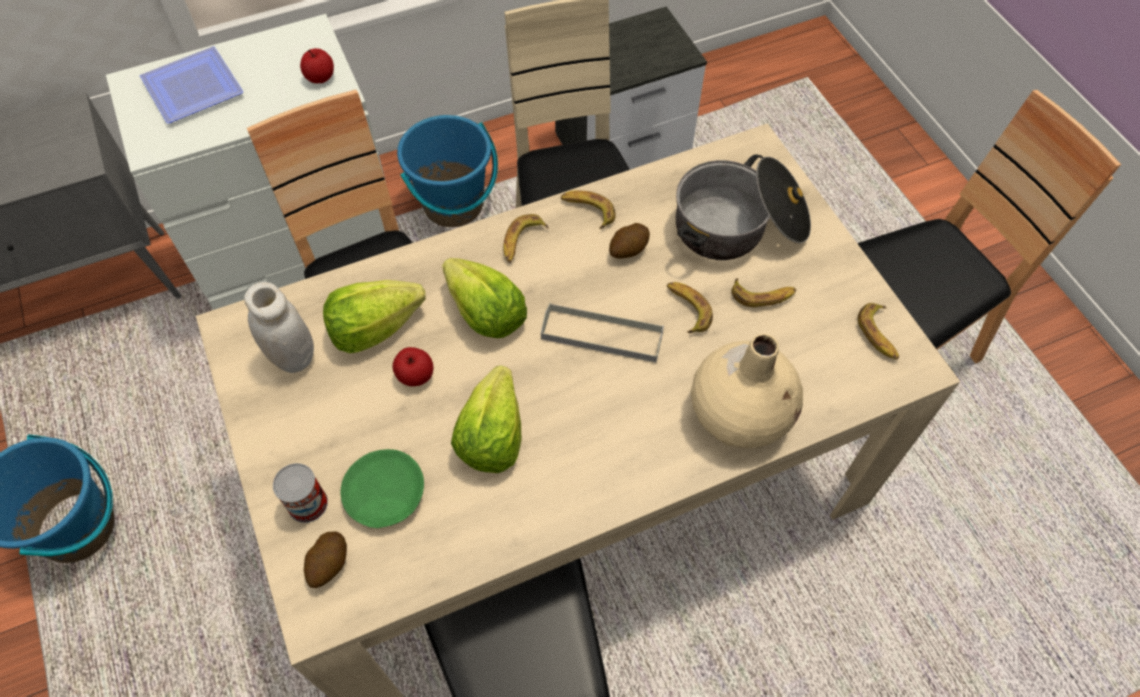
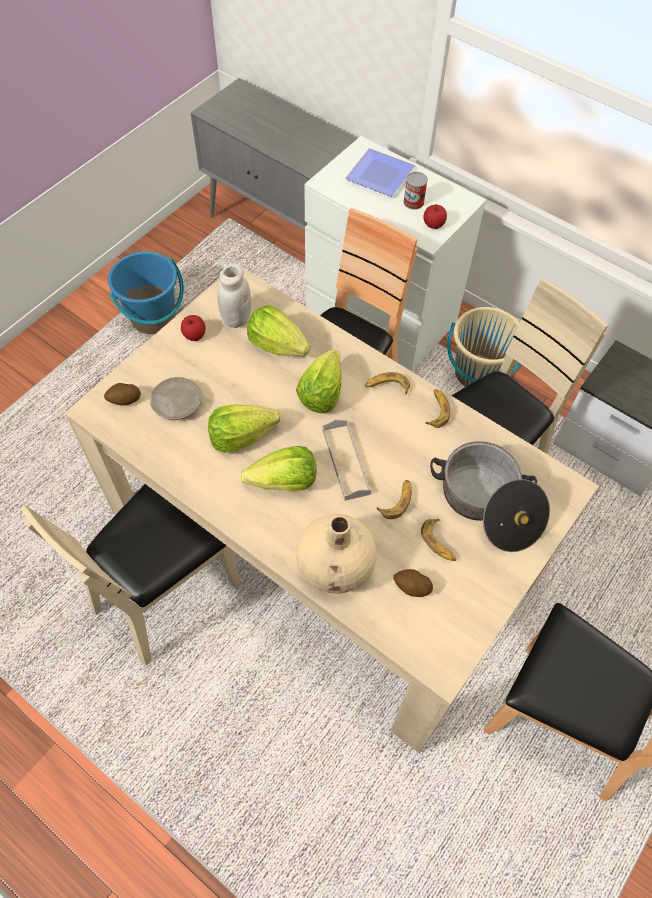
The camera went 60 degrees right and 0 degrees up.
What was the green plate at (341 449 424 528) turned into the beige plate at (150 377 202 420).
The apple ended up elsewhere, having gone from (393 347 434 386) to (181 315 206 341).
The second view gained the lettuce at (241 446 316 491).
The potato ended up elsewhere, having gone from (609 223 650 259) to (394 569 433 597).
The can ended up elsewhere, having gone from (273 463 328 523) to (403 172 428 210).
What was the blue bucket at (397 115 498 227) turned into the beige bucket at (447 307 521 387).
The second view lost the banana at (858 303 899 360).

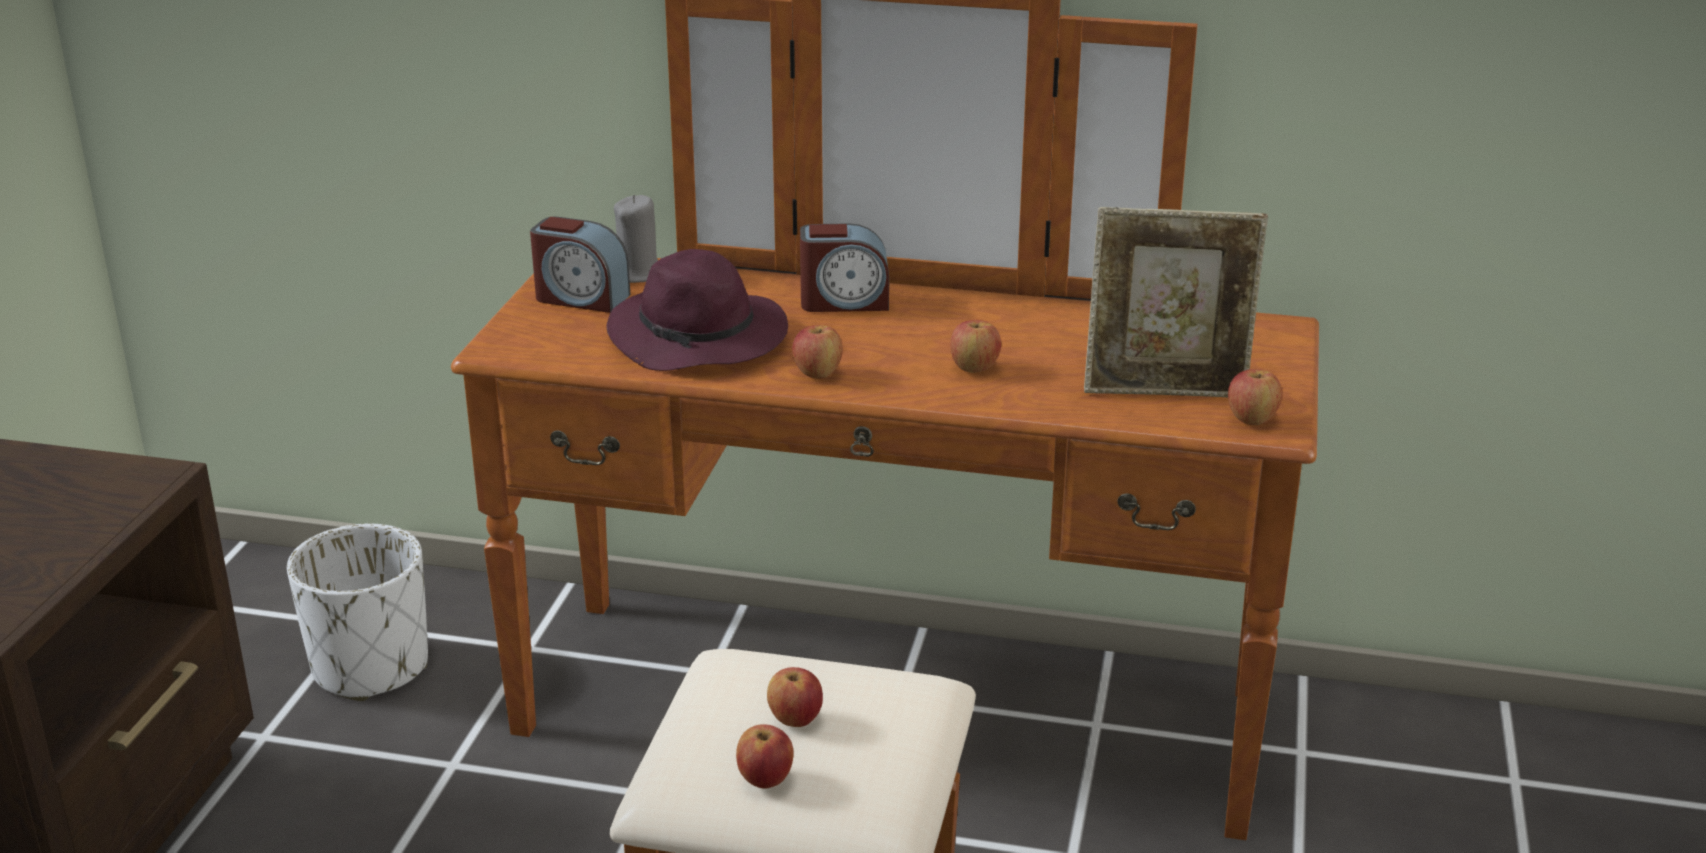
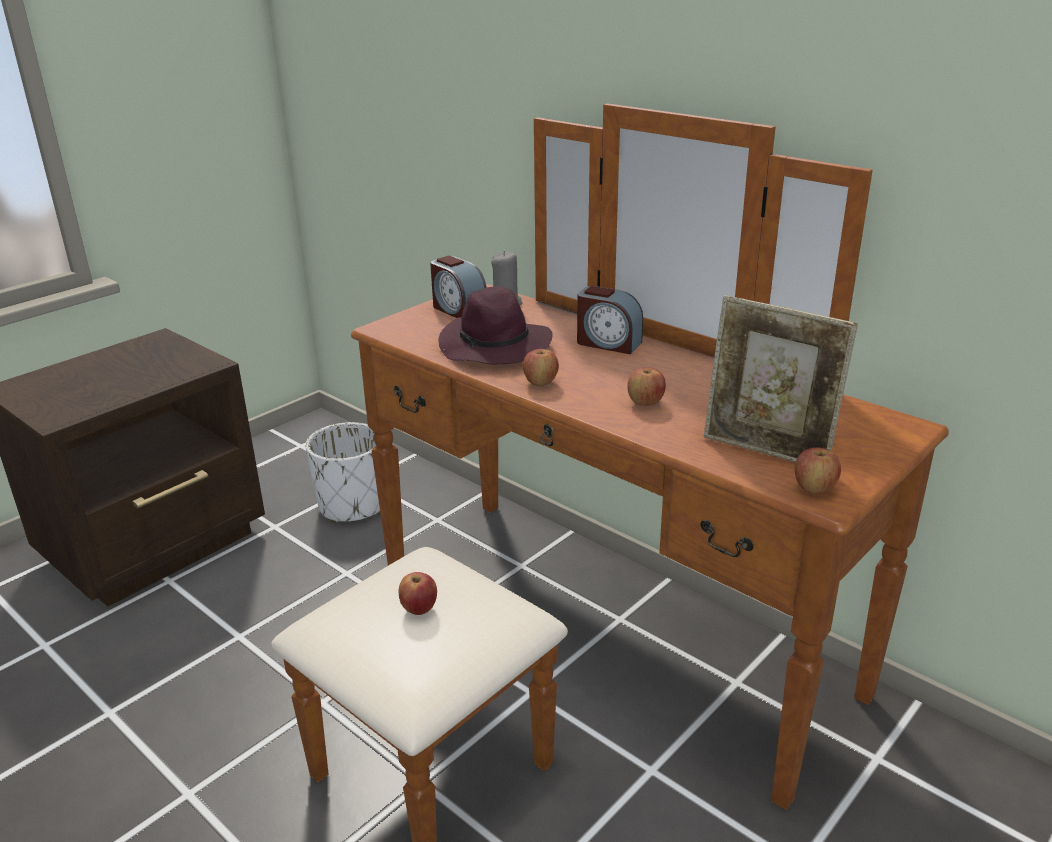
The camera went 30 degrees right and 0 degrees up.
The second view lost the apple at (736 724 793 789).

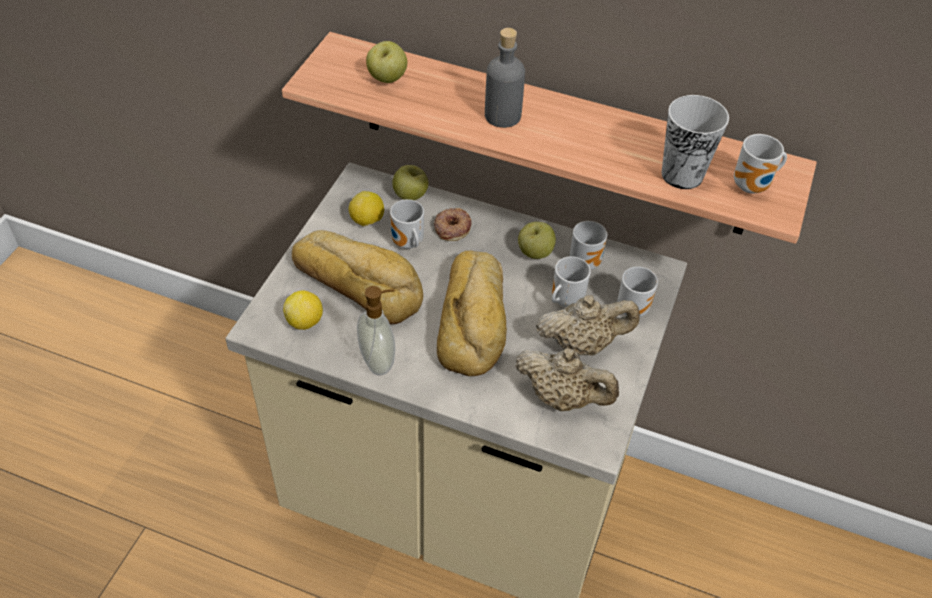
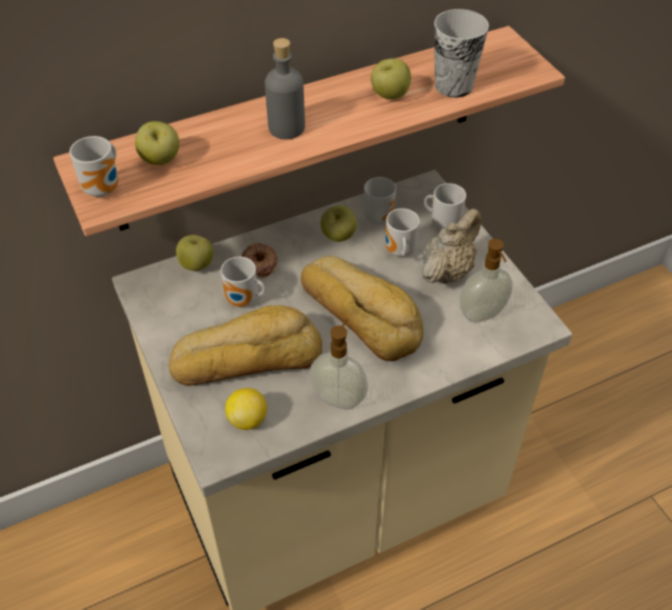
The camera went 45 degrees left and 0 degrees up.
The mug ended up elsewhere, having gone from (734 134 787 194) to (70 136 118 197).
The second view gained the apple at (371 58 411 99).
Where the beige teapot stood at (515 348 619 411), the soap dispenser came to stand at (460 239 513 322).
The second view lost the lemon at (349 191 384 226).

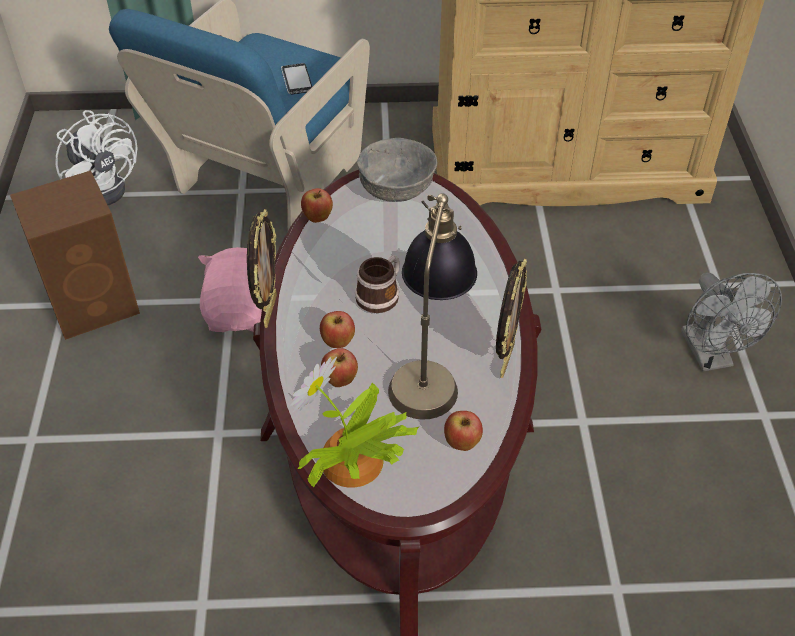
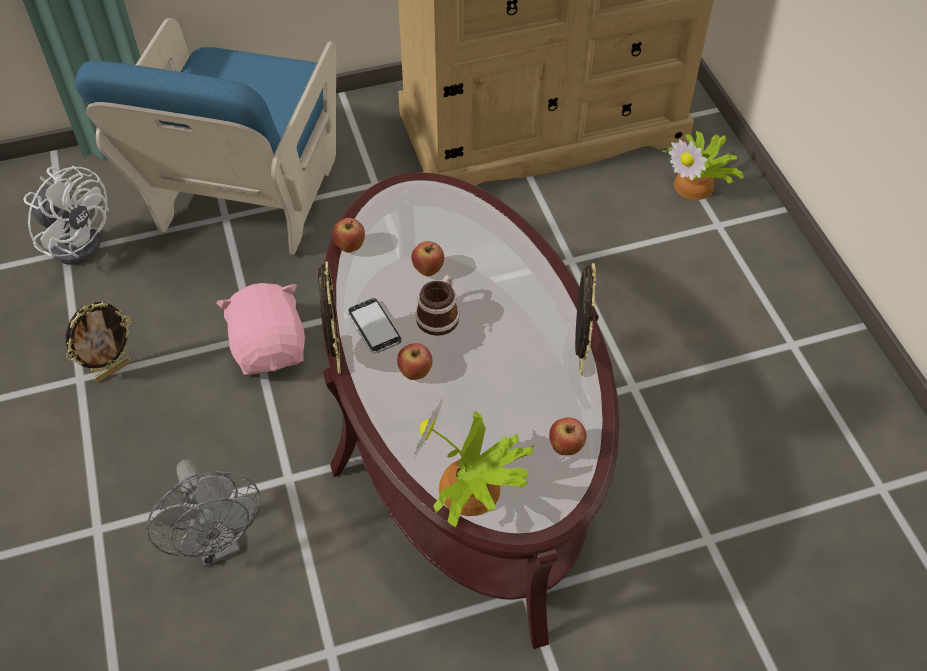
The camera went 15 degrees left and 5 degrees up.
Where the brown speaker stood at (10 171 140 340), the picture frame came to stand at (66 302 131 383).
The grey fan ended up elsewhere, having gone from (681 272 782 371) to (147 460 261 567).
The phone ended up elsewhere, having gone from (281 63 312 94) to (347 298 401 354).
The apple ended up elsewhere, having gone from (321 348 358 387) to (411 241 444 276).
The second view gained the potted plant at (662 131 744 200).
The second view lost the grey bowl at (357 138 437 202).
The second view lost the table lamp at (388 193 477 420).

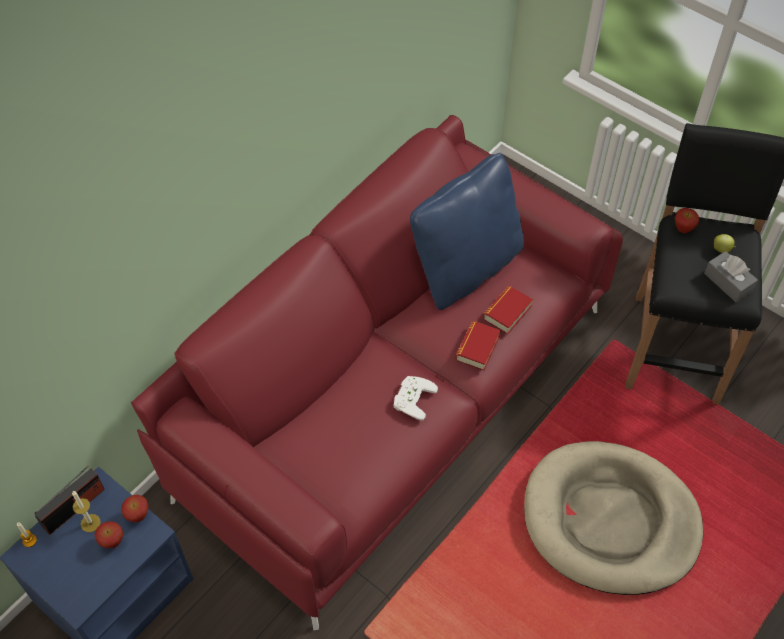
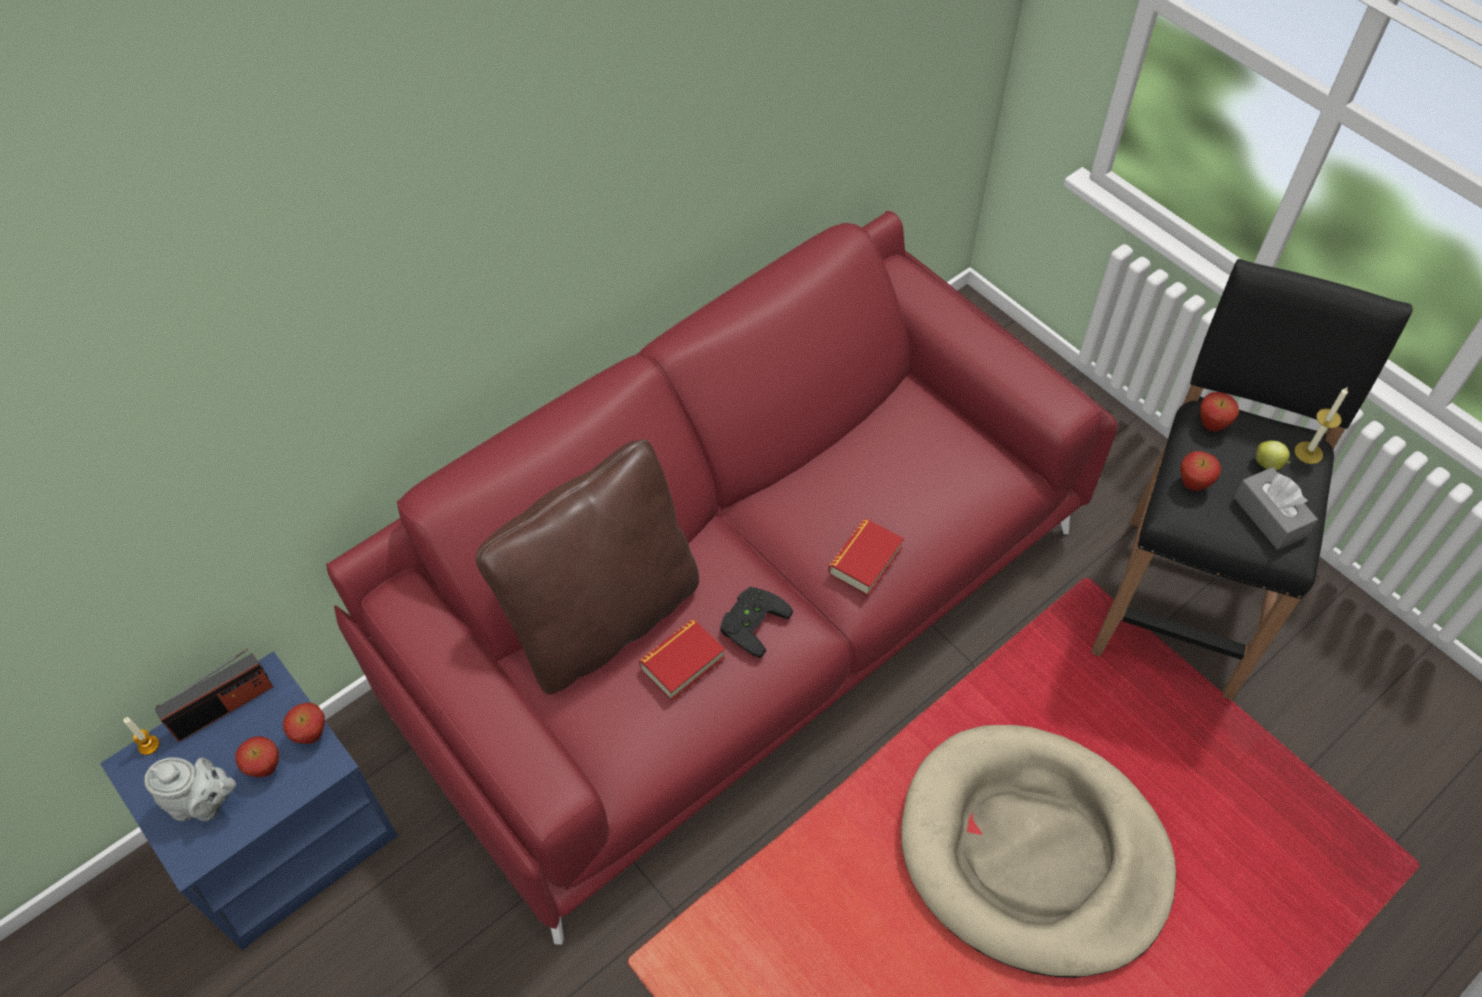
The camera went 10 degrees right and 0 degrees up.
The second view gained the grey teapot at (145 757 236 821).
The second view gained the brown pillow at (476 439 699 694).
The book ended up elsewhere, having gone from (483 286 533 334) to (639 619 725 701).
What was the white game controller at (394 376 438 421) turned into the black game controller at (720 587 793 658).
The second view gained the apple at (1180 451 1221 491).
The candle ended up elsewhere, having gone from (72 491 101 532) to (1295 387 1348 464).
The second view lost the blue pillow at (410 153 524 310).

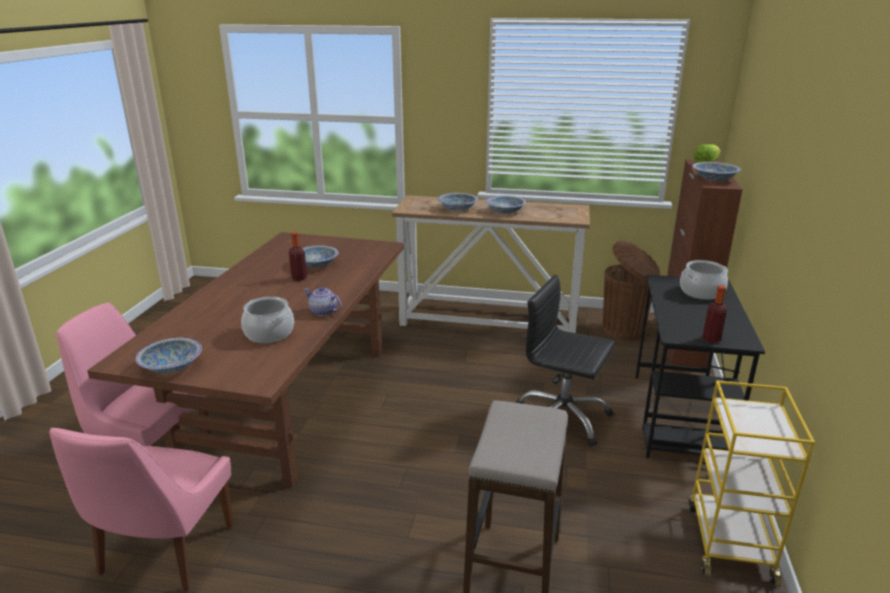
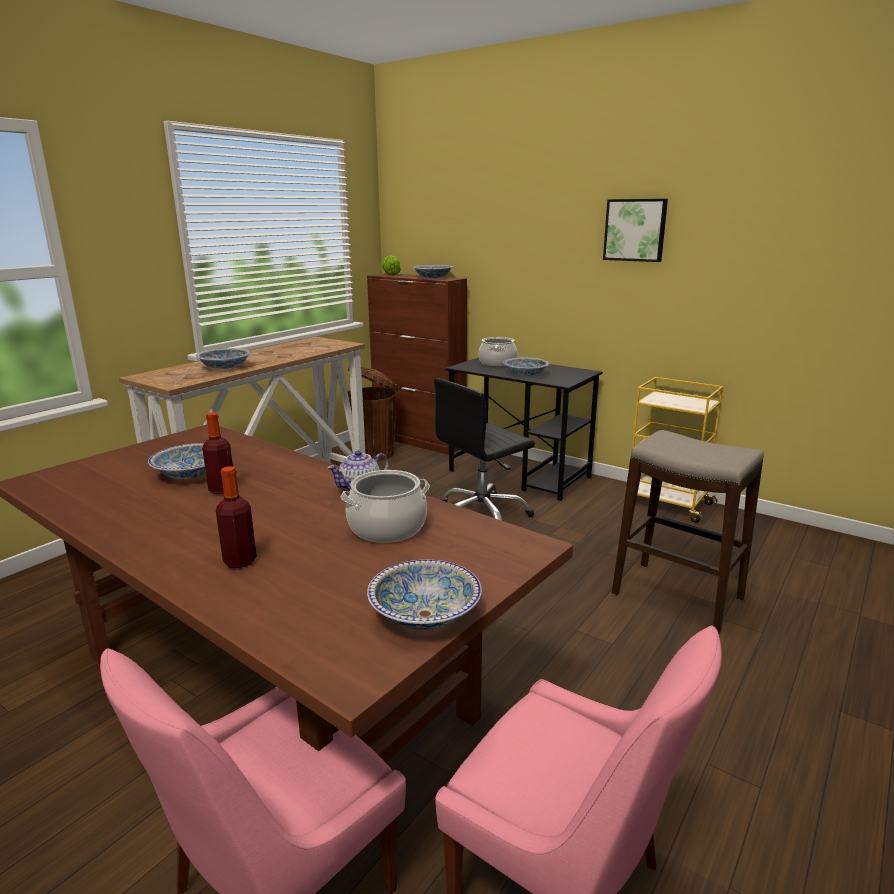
The camera went 65 degrees left and 5 degrees down.
The bottle ended up elsewhere, having gone from (702 285 727 343) to (216 466 257 568).
The bowl ended up elsewhere, having gone from (485 195 526 213) to (503 358 549 376).
The second view gained the picture at (603 199 668 262).

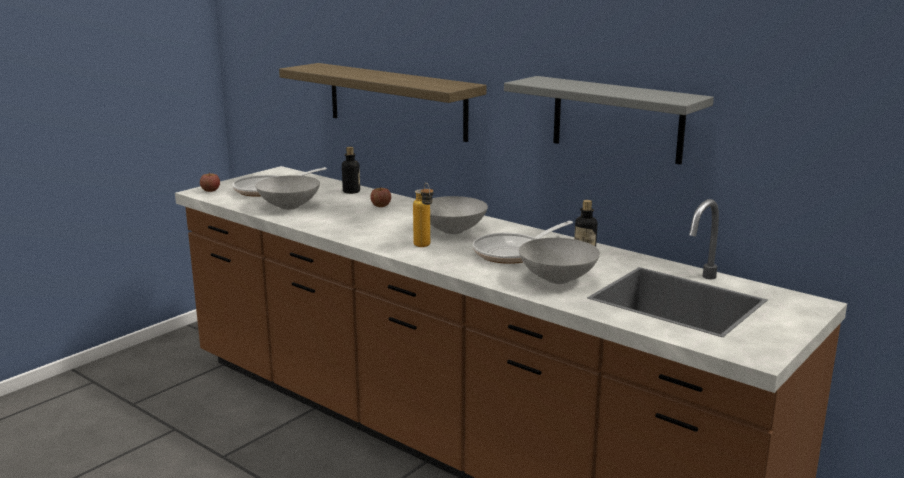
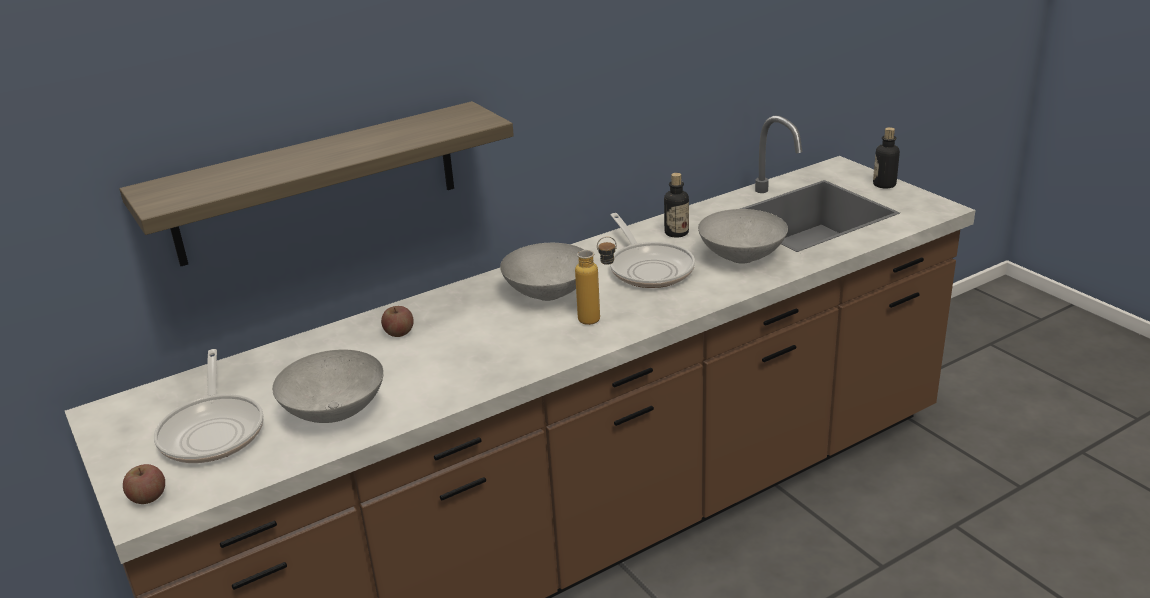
The camera went 70 degrees left and 10 degrees up.
The bottle ended up elsewhere, having gone from (342 147 360 194) to (873 127 900 188).
The second view lost the grey shelf at (504 76 714 165).

